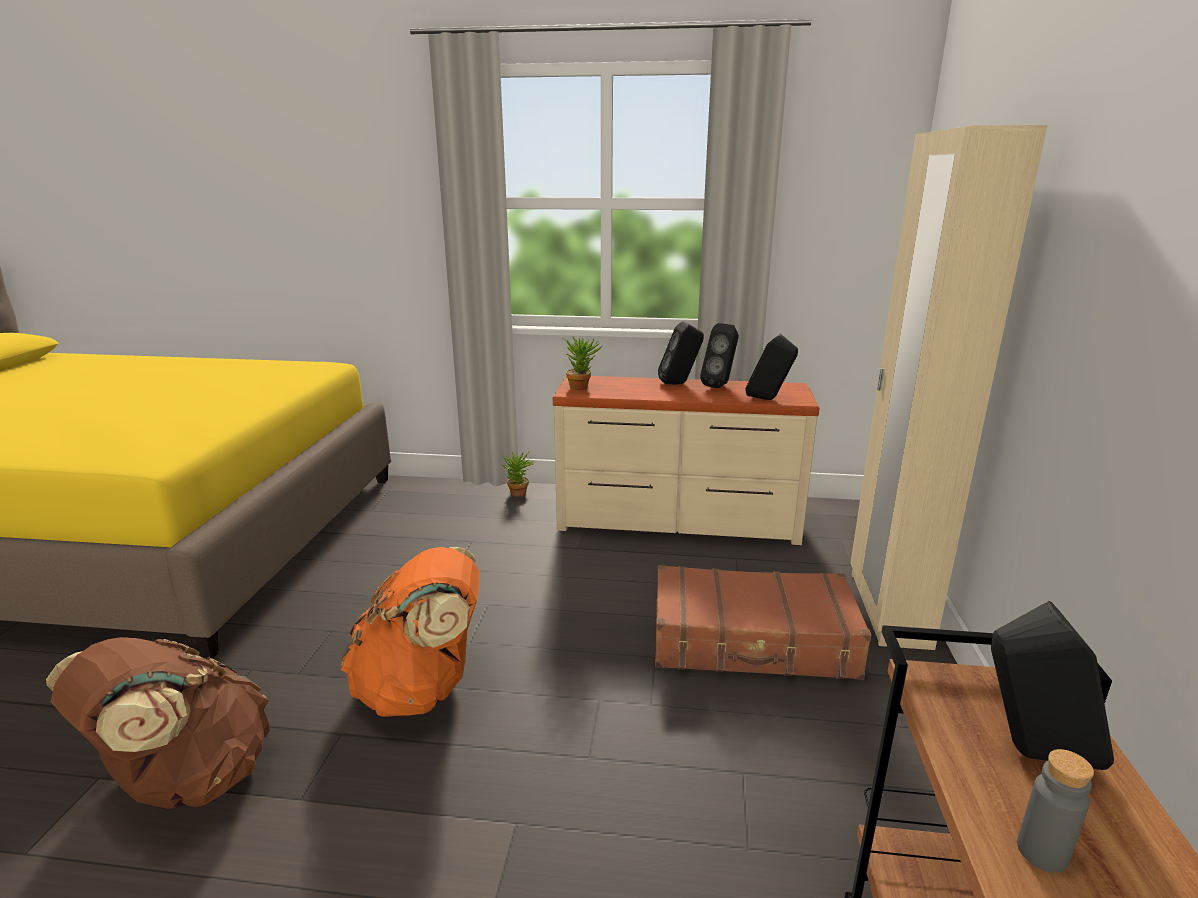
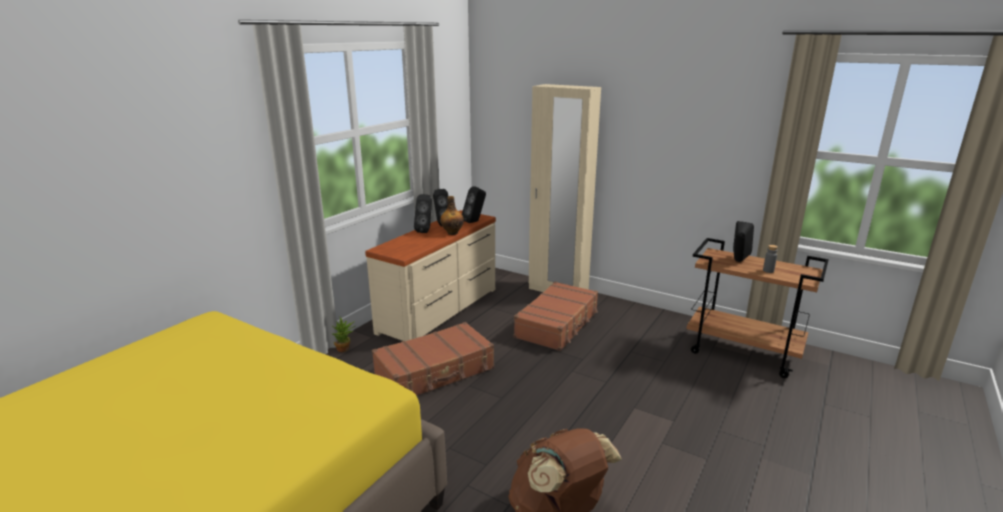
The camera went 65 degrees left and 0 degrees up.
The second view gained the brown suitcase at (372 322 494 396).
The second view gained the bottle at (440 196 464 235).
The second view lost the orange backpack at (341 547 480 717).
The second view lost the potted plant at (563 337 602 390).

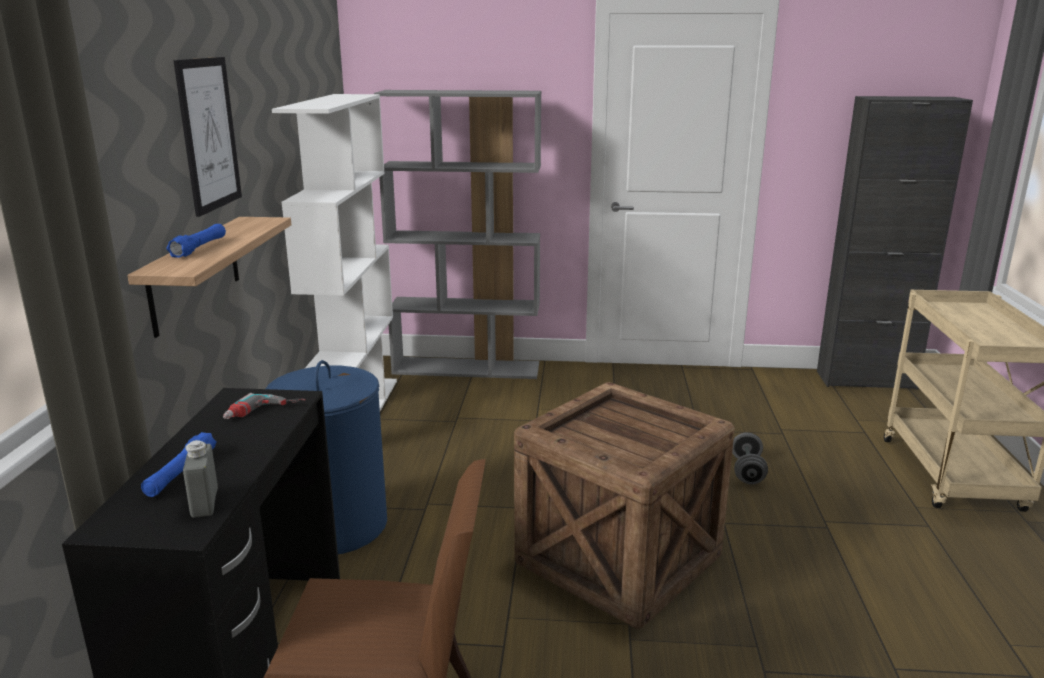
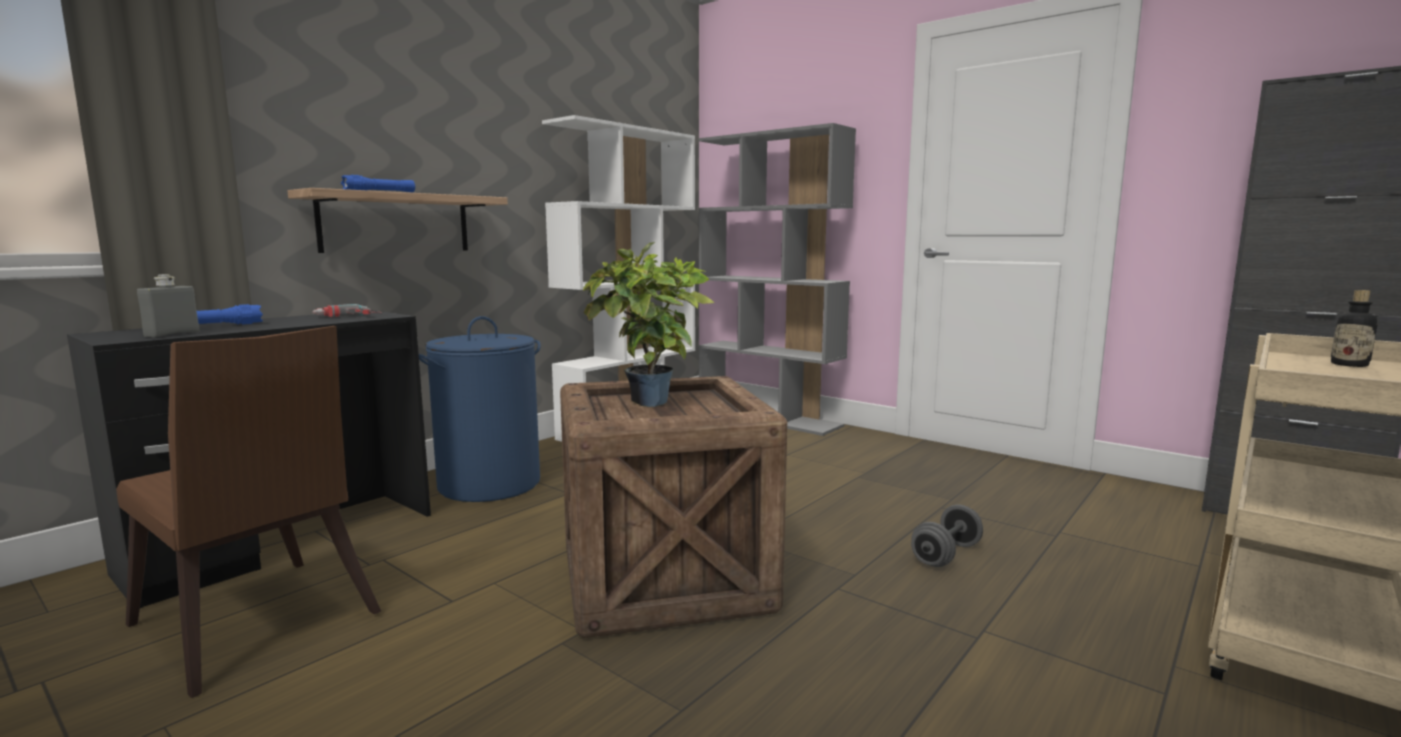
The camera went 35 degrees right and 10 degrees down.
The second view gained the potted plant at (583 242 714 407).
The second view gained the bottle at (1331 290 1378 367).
The second view lost the picture at (173 57 242 217).

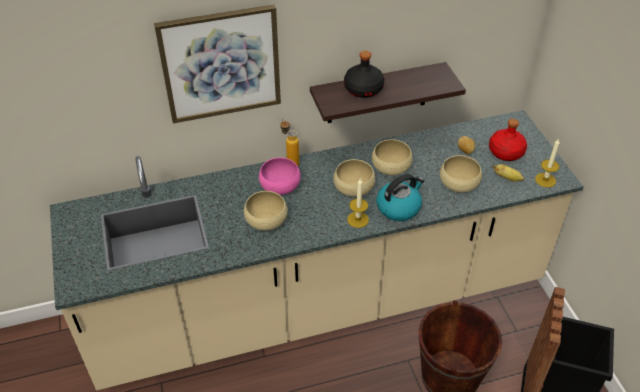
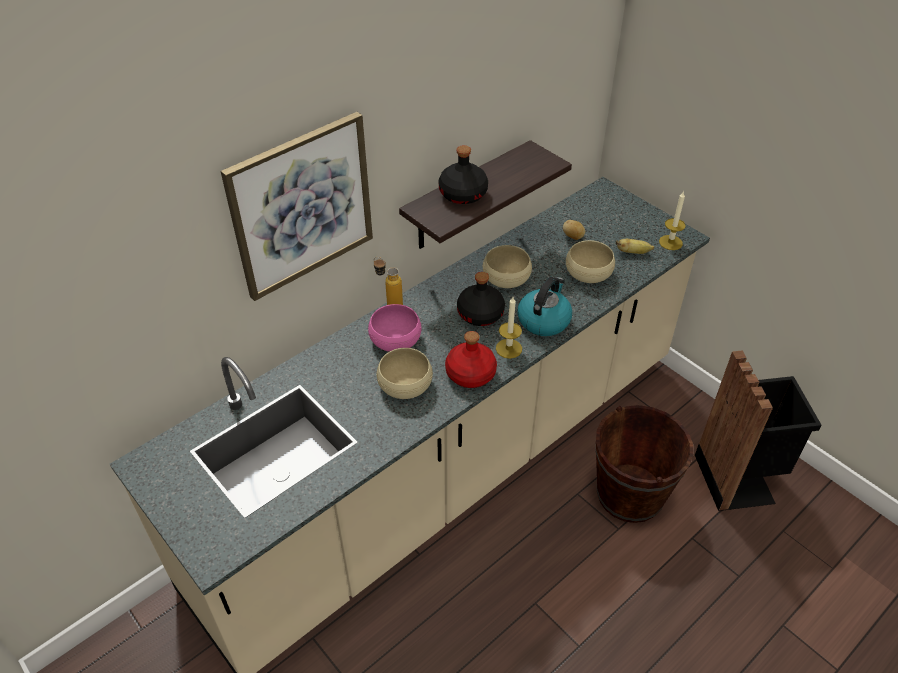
The camera went 25 degrees left and 0 degrees up.
The red bottle ended up elsewhere, having gone from (489 119 527 161) to (445 331 497 388).
Where the beige bowl stood at (333 159 375 197), the black bottle came to stand at (457 272 505 326).

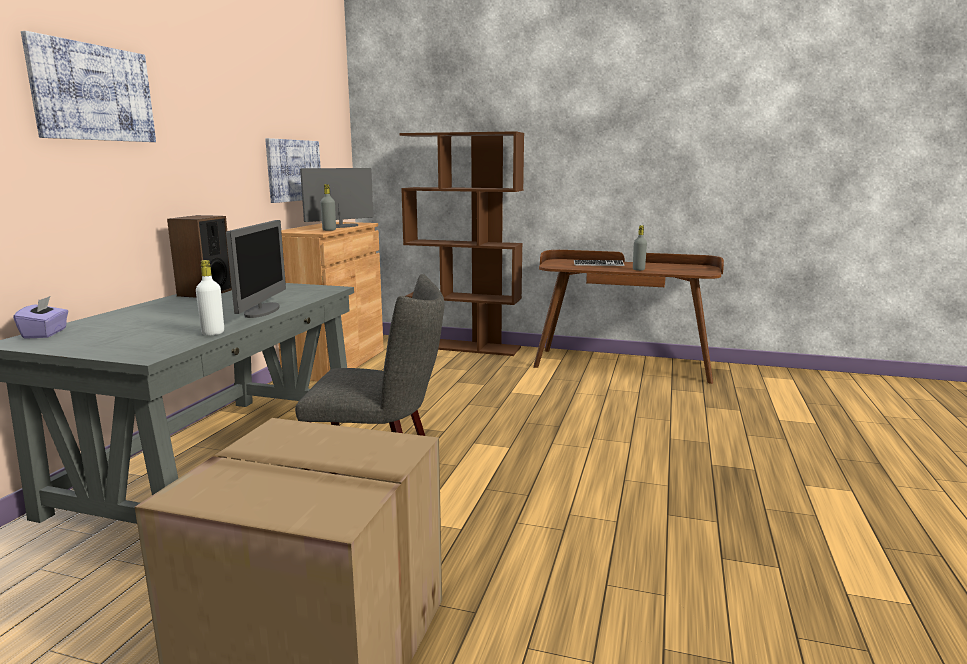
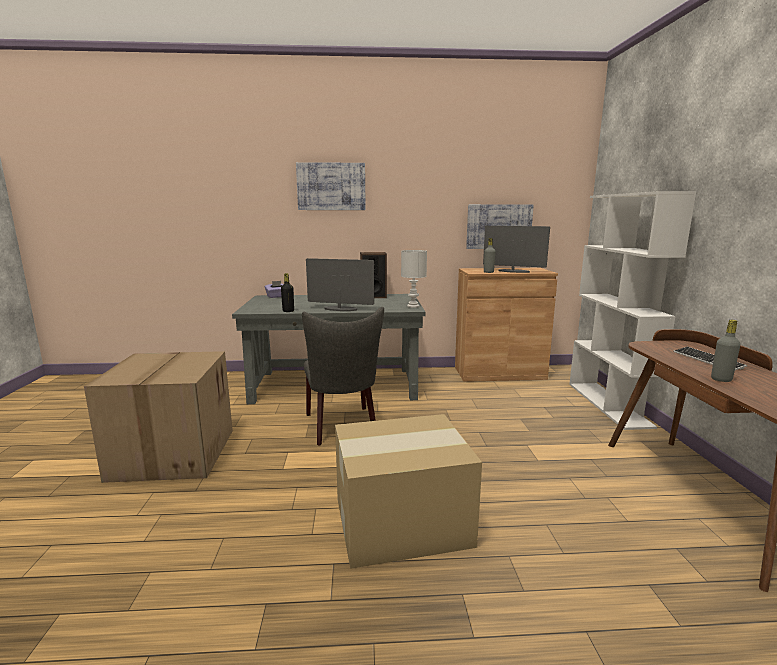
The camera went 70 degrees right and 0 degrees up.
What was the white bottle at (196 260 224 335) turned into the black bottle at (281 273 294 312).
The monitor at (226 220 286 318) ended up facing another way, 150 degrees counterclockwise from before.
The second view gained the cardboard box at (335 414 482 569).
The second view gained the white table lamp at (401 250 427 308).
What was the brown bookcase at (400 131 524 356) turned into the white bookcase at (569 191 696 430).

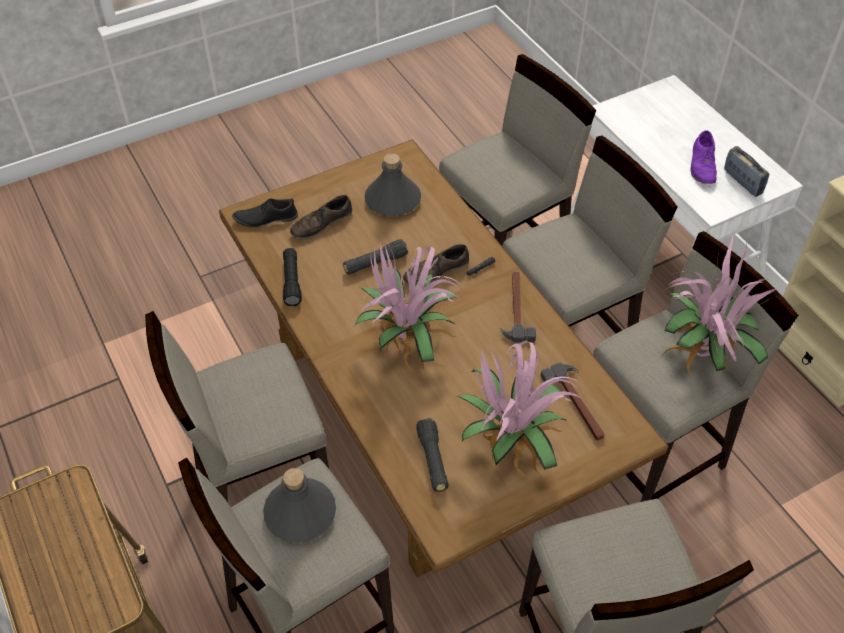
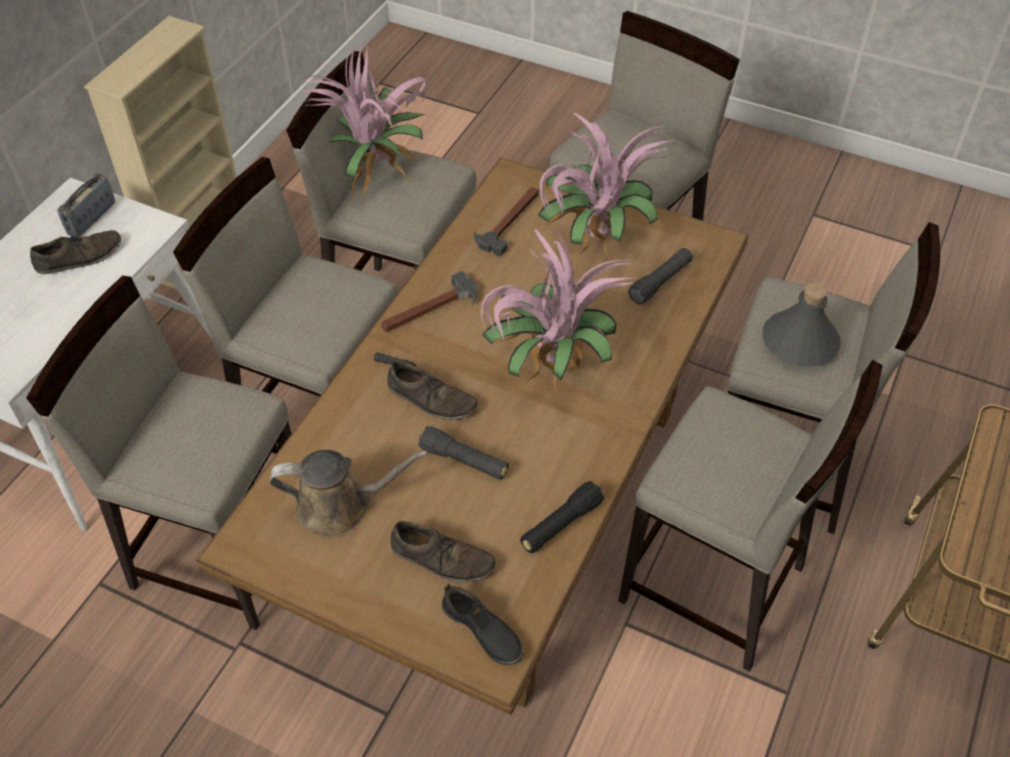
The camera went 125 degrees left and 0 degrees up.
What was the purple shoe at (691 130 717 184) turned into the brown shoe at (30 230 121 274).
Where the grey bottle stood at (365 153 421 216), the brown watering can came to stand at (269 450 428 538).

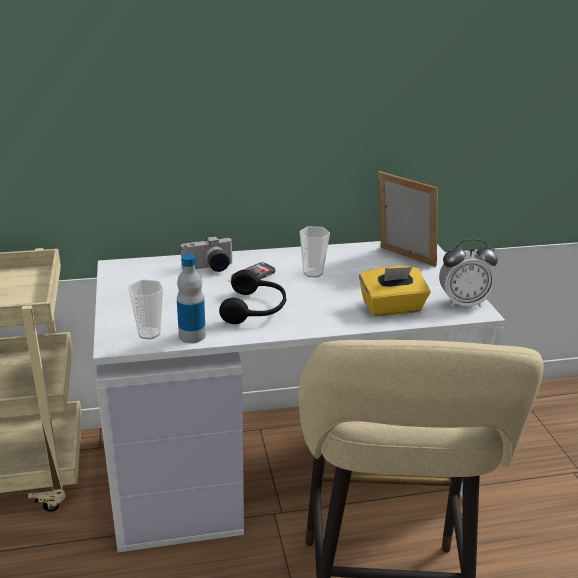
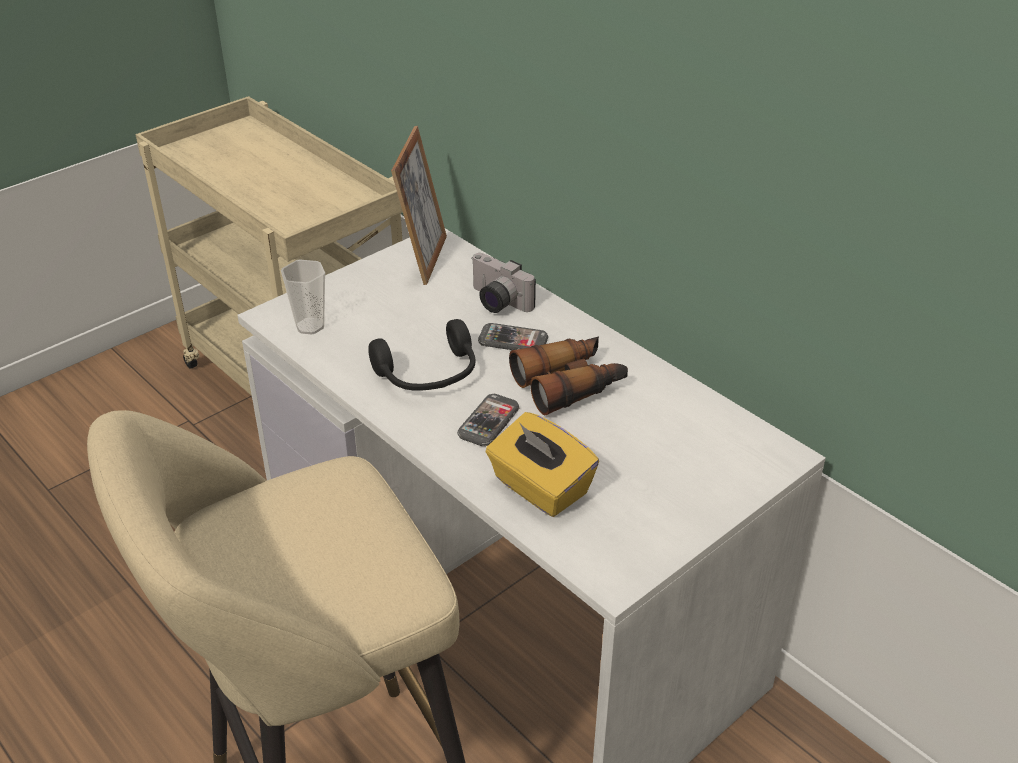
The camera went 60 degrees right and 10 degrees up.
The picture frame ended up elsewhere, having gone from (378 171 438 267) to (391 126 447 285).
The second view gained the phone at (457 394 520 446).
Where the cup stood at (300 226 330 278), the binoculars came to stand at (509 336 628 415).
The second view lost the bottle at (177 254 206 343).
The second view lost the alarm clock at (439 239 498 308).

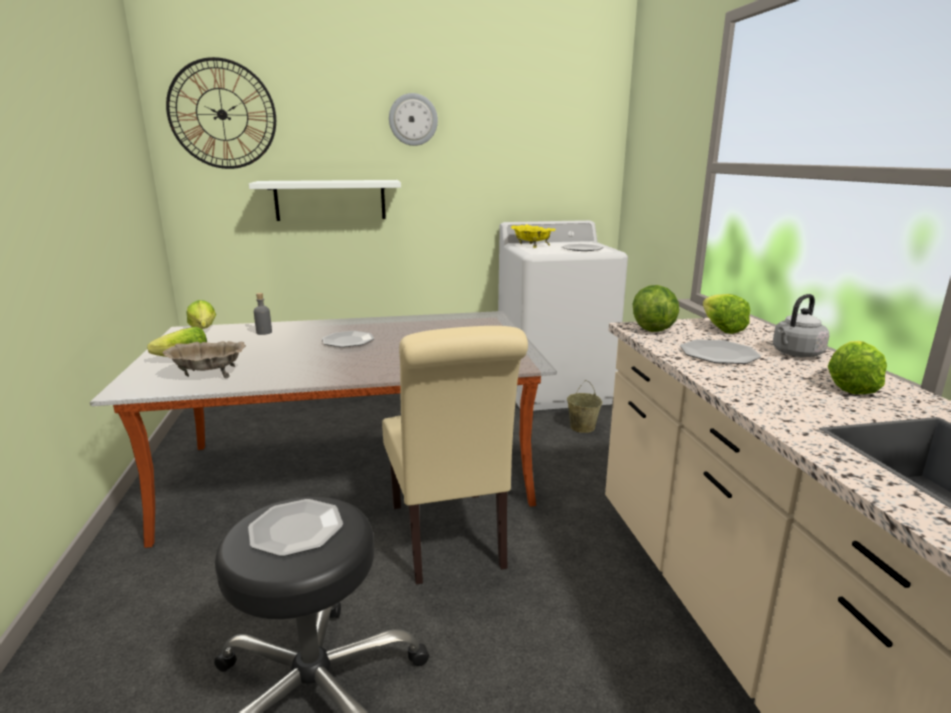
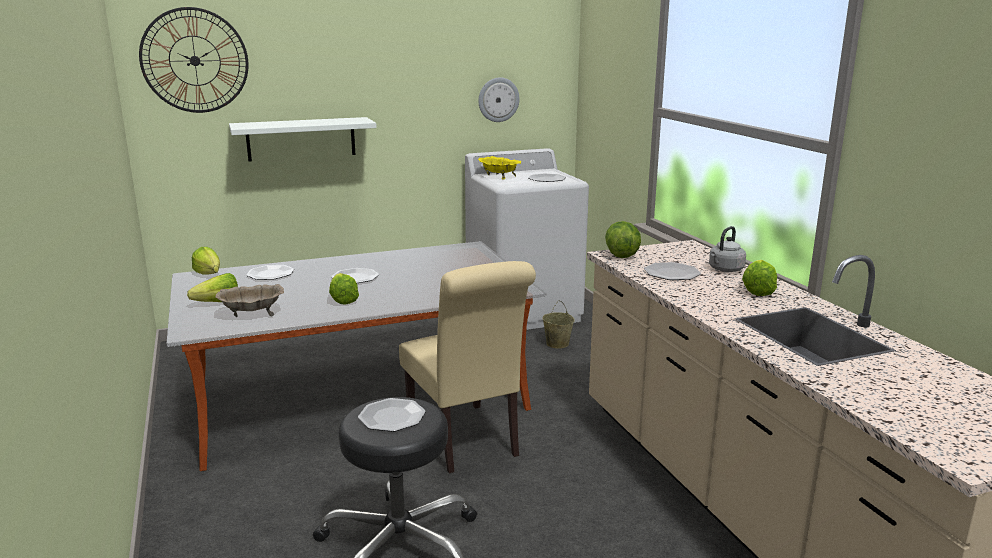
The camera went 10 degrees left and 0 degrees up.
Where the grey bottle stood at (254 293 272 335), the plate came to stand at (246 265 294 280).
The lettuce ended up elsewhere, having gone from (703 294 750 334) to (329 273 359 305).
The wall clock ended up elsewhere, having gone from (389 93 438 146) to (478 78 520 122).

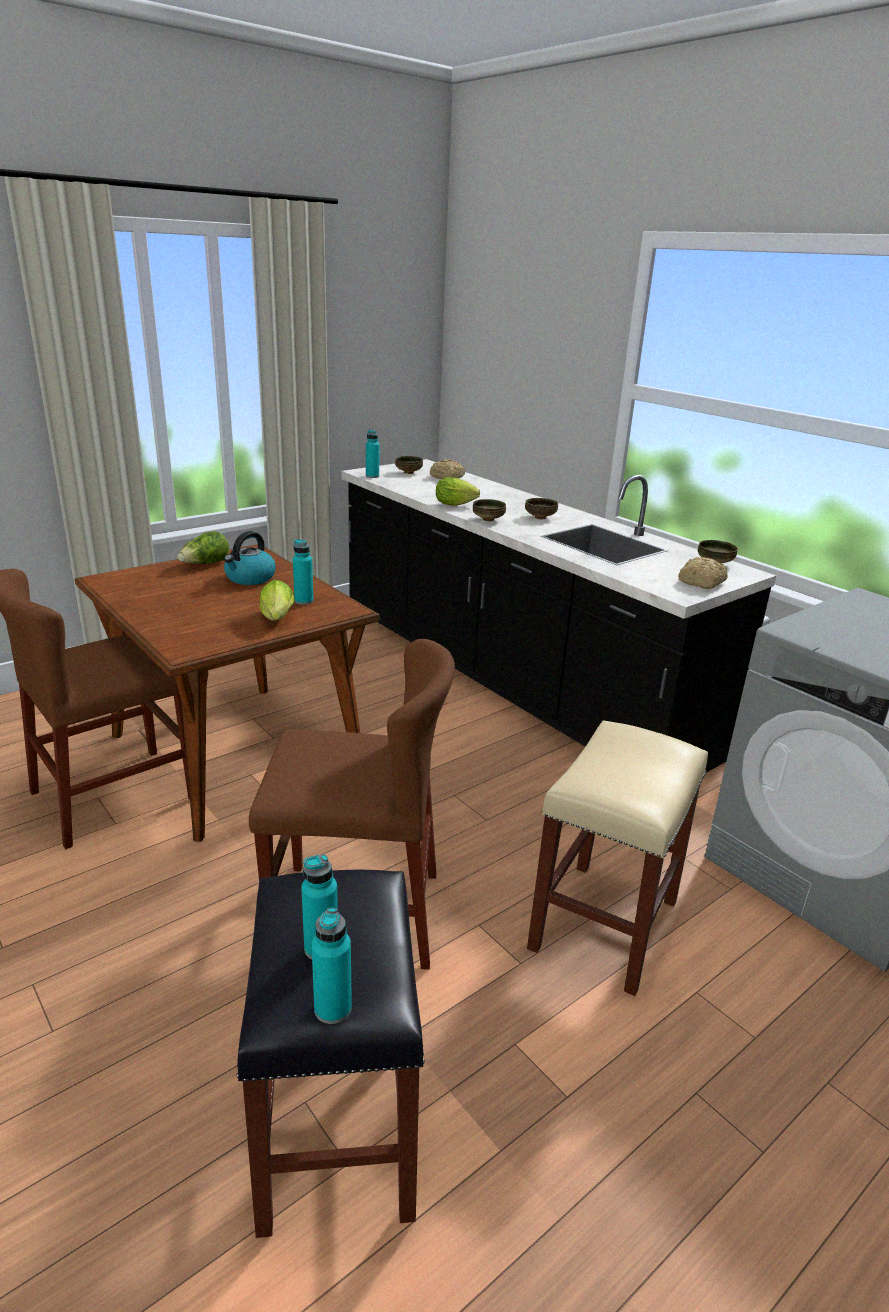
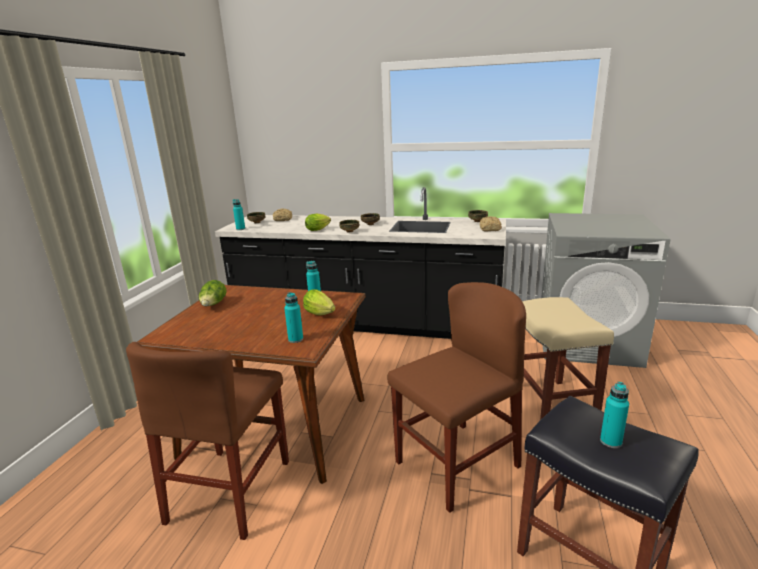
The camera went 35 degrees left and 5 degrees down.
The turquoise bottle ended up elsewhere, having gone from (312 908 352 1024) to (284 292 303 343).
The second view lost the kettle at (224 531 276 585).

